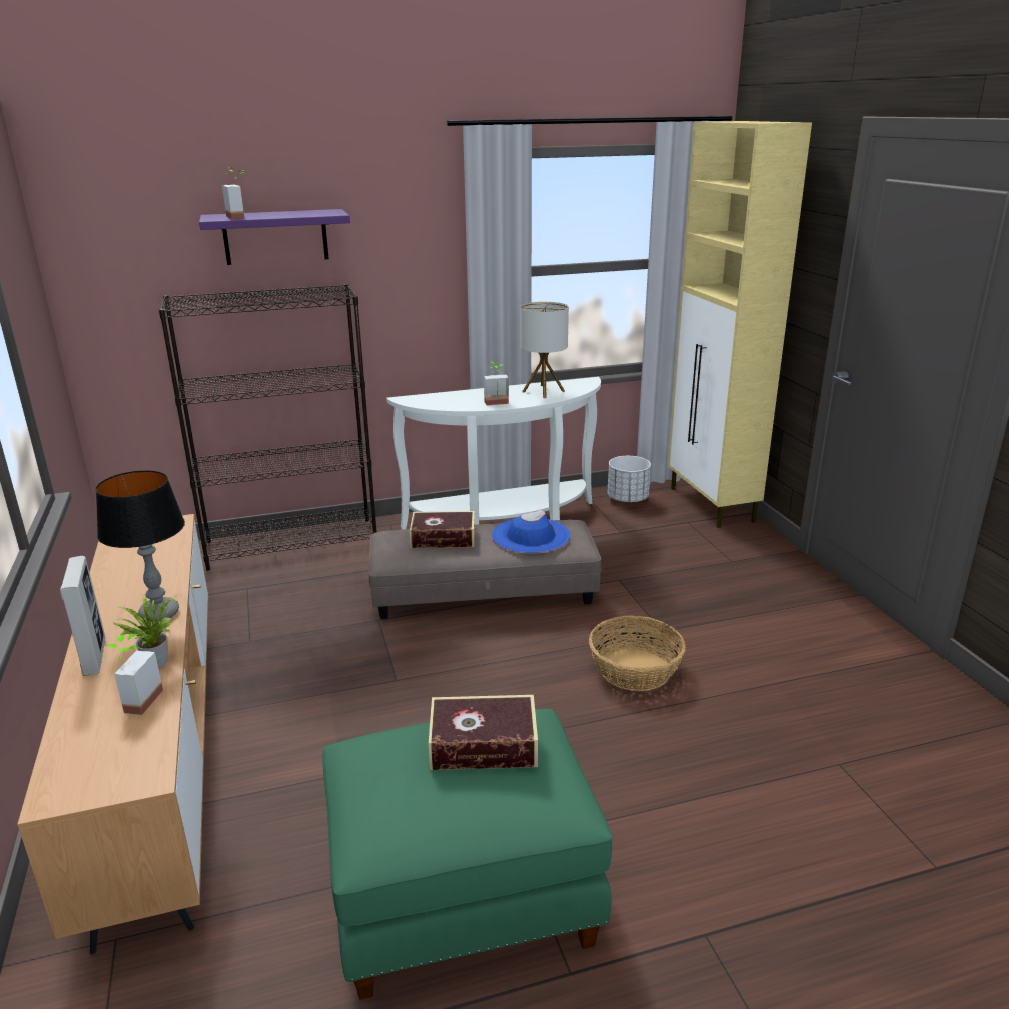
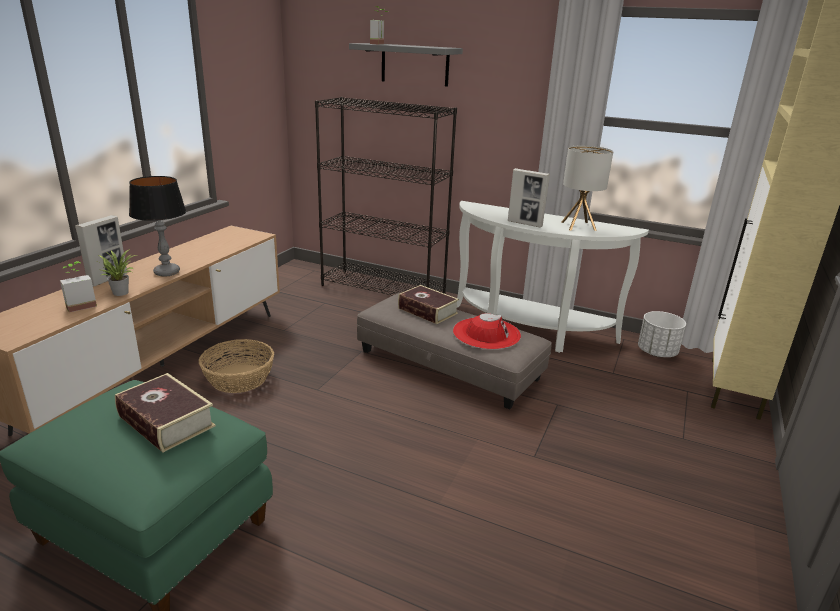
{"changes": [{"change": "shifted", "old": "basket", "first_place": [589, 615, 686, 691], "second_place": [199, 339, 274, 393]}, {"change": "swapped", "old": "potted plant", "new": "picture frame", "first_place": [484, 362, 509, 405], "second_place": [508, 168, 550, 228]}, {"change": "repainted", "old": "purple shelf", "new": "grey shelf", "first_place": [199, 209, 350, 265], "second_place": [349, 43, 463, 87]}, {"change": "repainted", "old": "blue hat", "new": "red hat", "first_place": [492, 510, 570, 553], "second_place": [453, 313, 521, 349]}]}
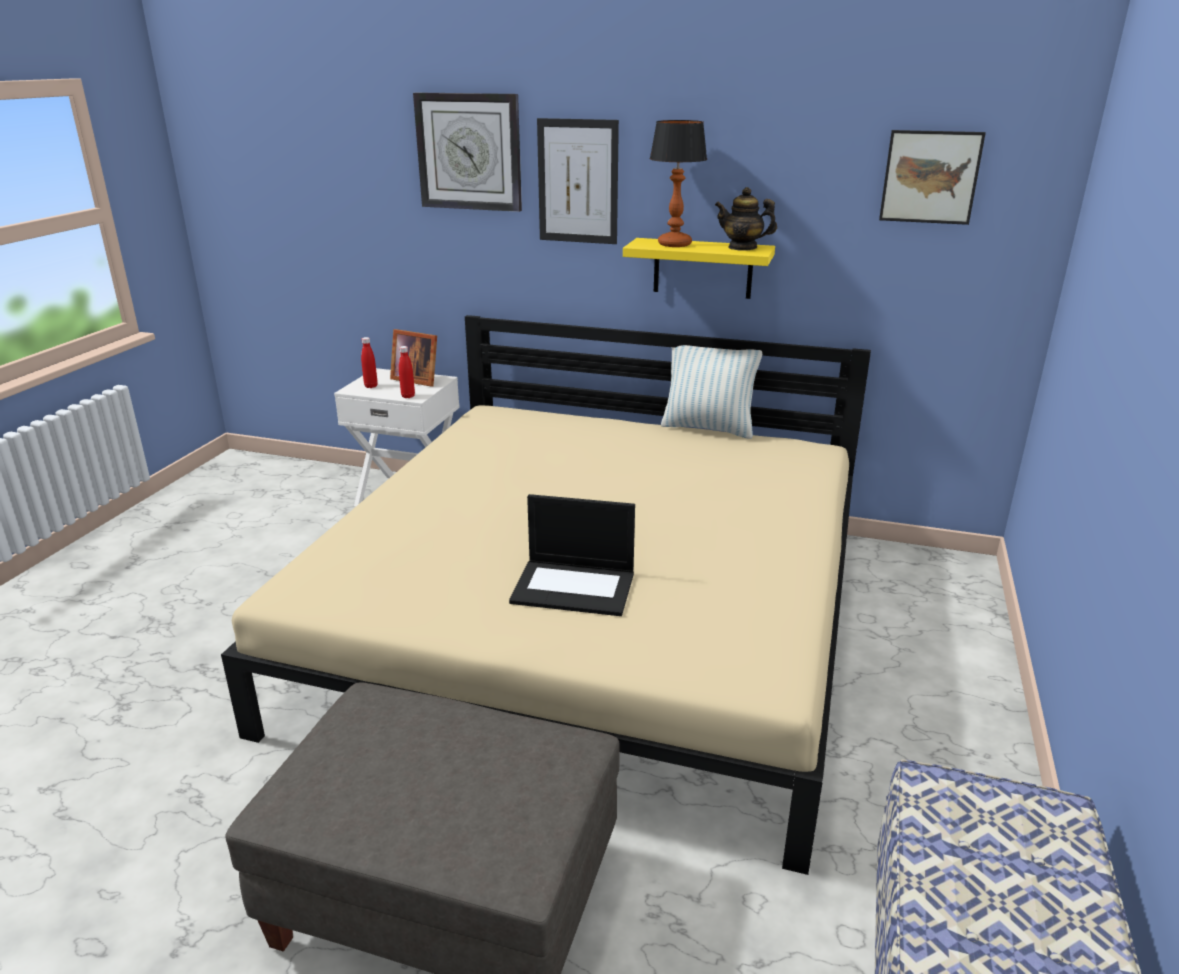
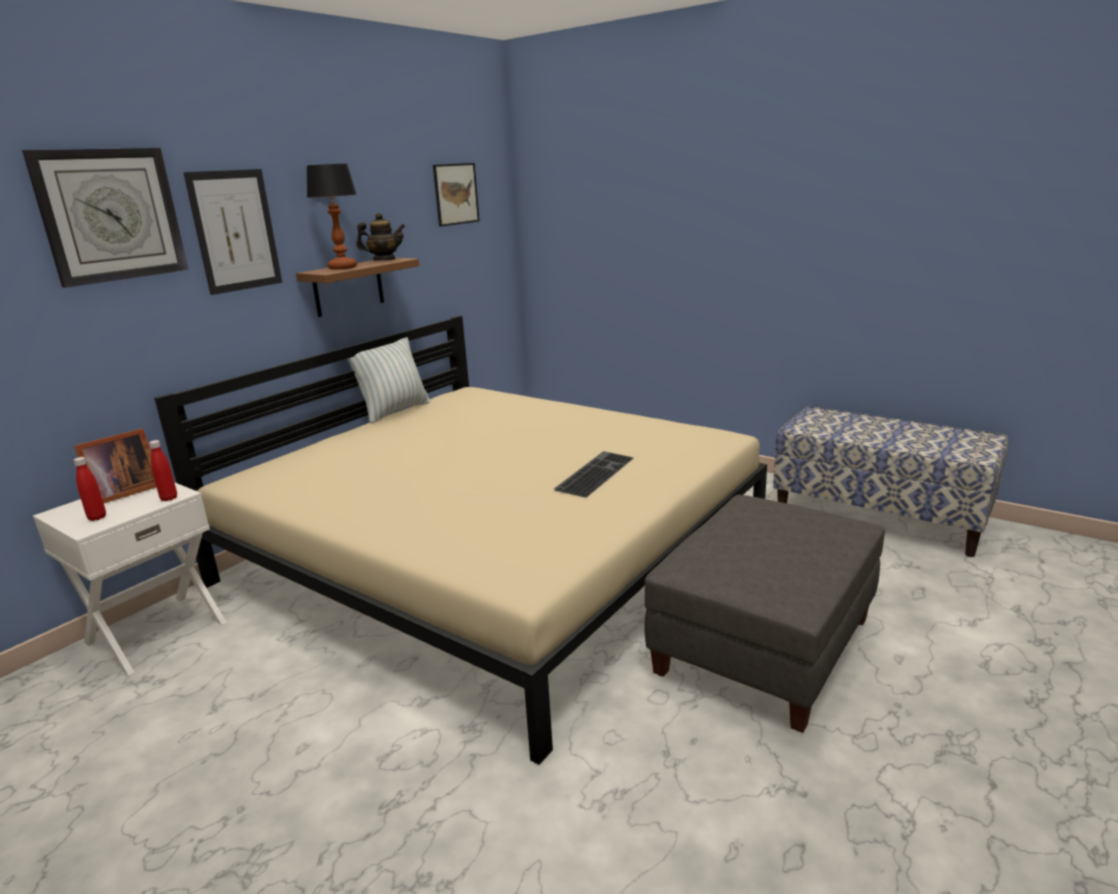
{"changes": [{"change": "swapped", "old": "laptop", "new": "keyboard", "first_place": [509, 494, 635, 616], "second_place": [554, 451, 634, 498]}, {"change": "repainted", "old": "yellow shelf", "new": "brown shelf", "first_place": [623, 238, 775, 299], "second_place": [296, 258, 419, 317]}, {"change": "rotated", "old": "teapot", "first_place": [715, 187, 777, 251], "second_place": [356, 213, 405, 261], "degrees": -135}]}
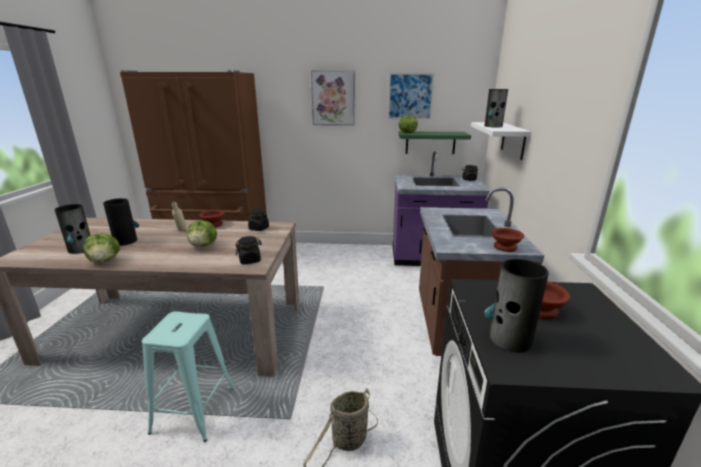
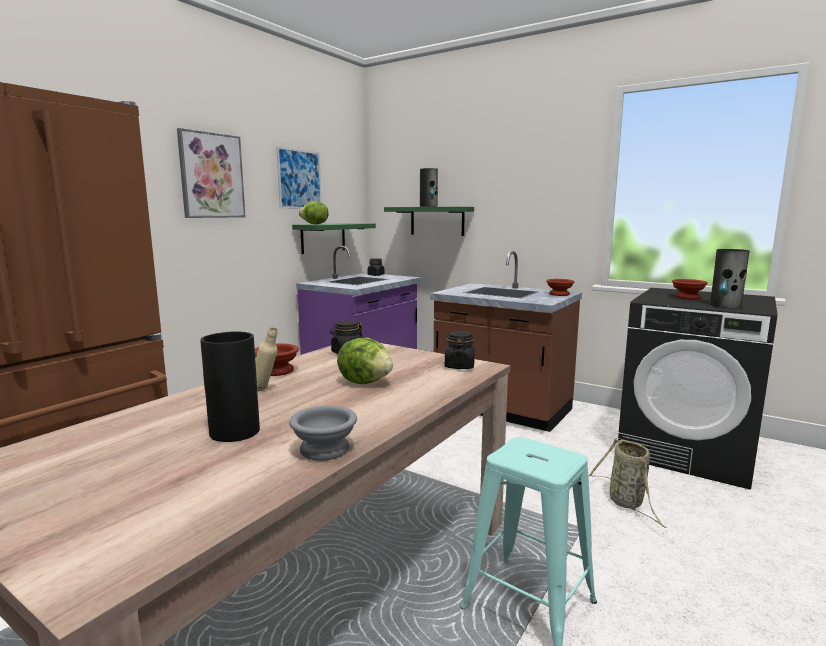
{"changes": [{"change": "gone", "old": "vase", "first_place": [55, 204, 90, 254]}, {"change": "swapped", "old": "lettuce", "new": "grey bowl", "first_place": [83, 234, 120, 263], "second_place": [289, 406, 357, 461]}, {"change": "repainted", "old": "white shelf", "new": "green shelf", "first_place": [471, 122, 531, 160], "second_place": [384, 207, 474, 236]}]}
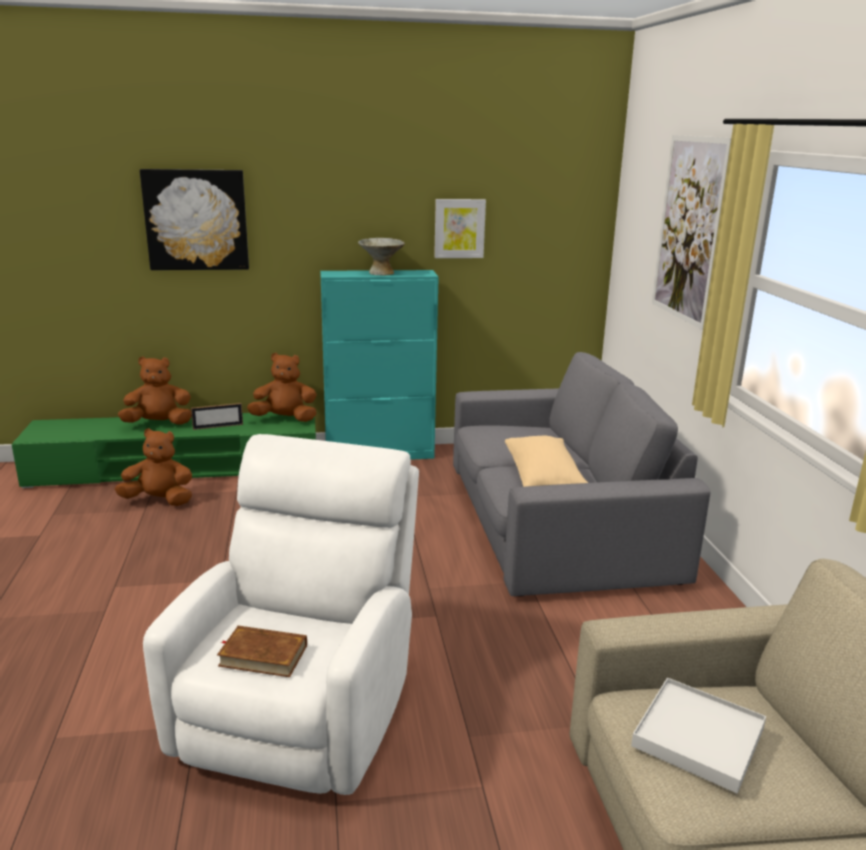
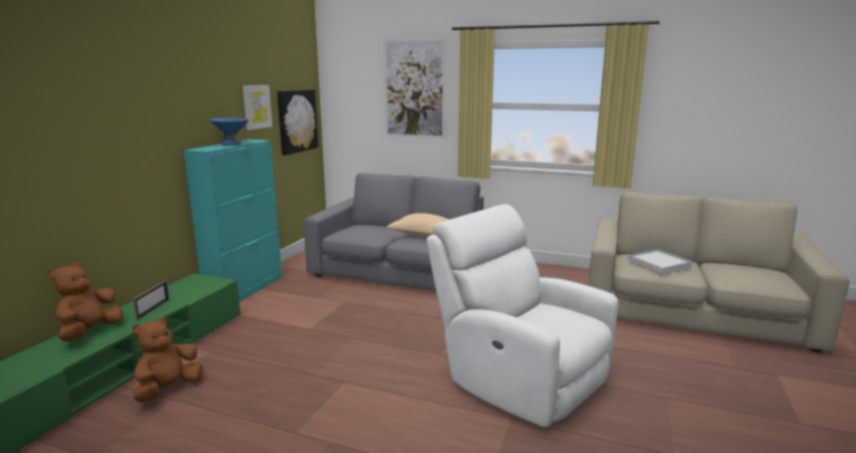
{"changes": [{"change": "gone", "old": "brown book", "first_place": [217, 626, 307, 677]}, {"change": "gone", "old": "brown plush toy", "first_place": [247, 353, 317, 422]}, {"change": "shifted", "old": "picture", "first_place": [140, 169, 249, 270], "second_place": [277, 89, 318, 155]}, {"change": "repainted", "old": "grey bowl", "new": "blue bowl", "first_place": [358, 238, 405, 275], "second_place": [209, 118, 249, 146]}]}
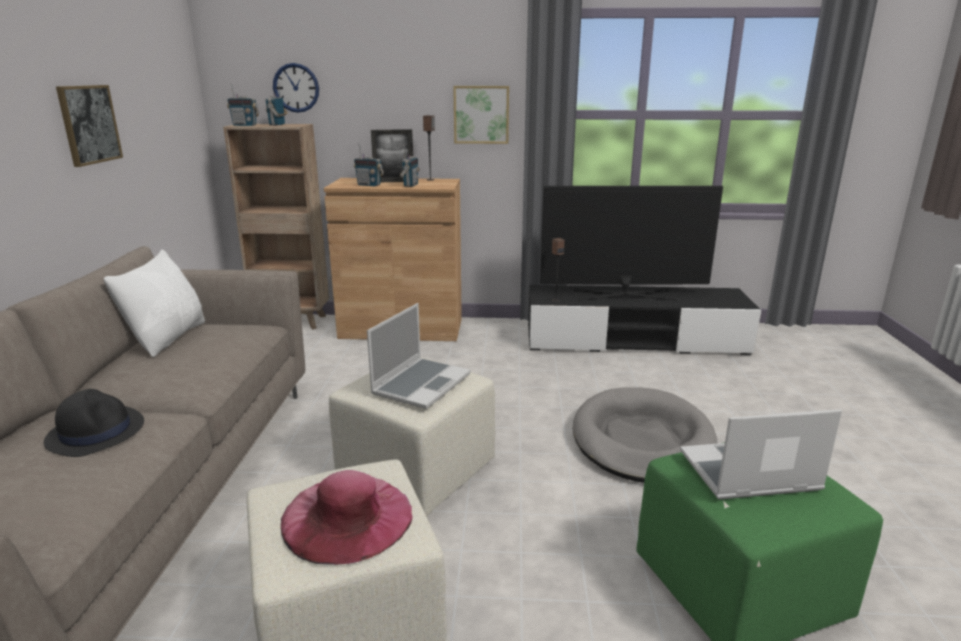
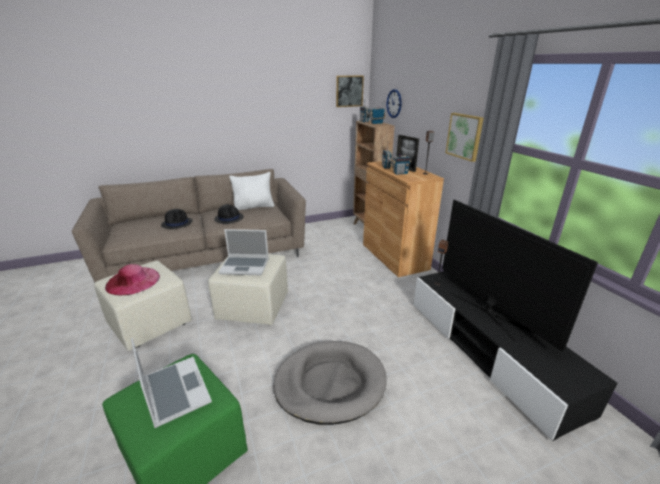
{"changes": [{"change": "new", "new": "black hat", "second_place": [214, 204, 244, 224]}, {"change": "shifted", "old": "picture", "first_place": [56, 85, 123, 167], "second_place": [336, 75, 364, 107]}]}
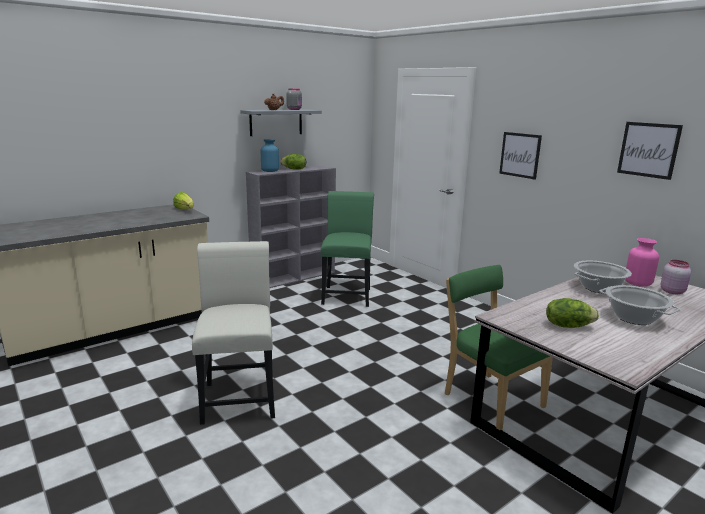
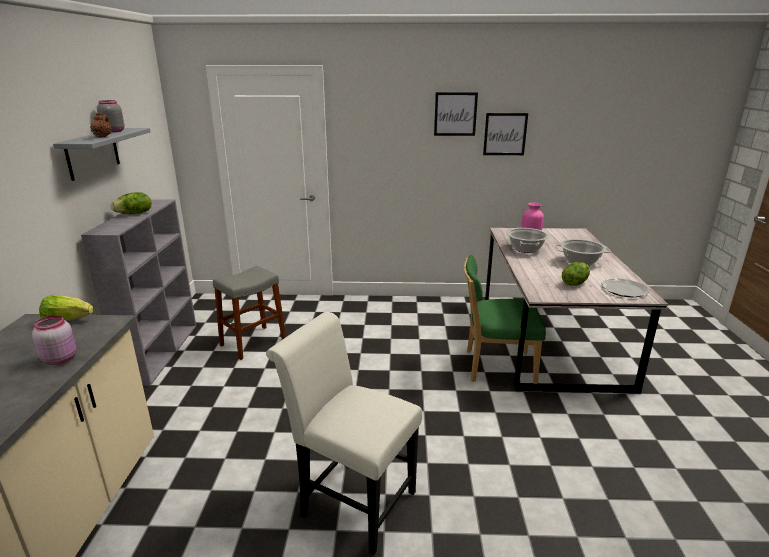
{"changes": [{"change": "gone", "old": "blue vase", "first_place": [261, 139, 279, 172]}, {"change": "new", "new": "plate", "second_place": [601, 278, 649, 297]}, {"change": "shifted", "old": "picture", "first_place": [499, 132, 542, 180], "second_place": [434, 92, 478, 136]}, {"change": "shifted", "old": "pink jar", "first_place": [661, 260, 691, 294], "second_place": [32, 315, 77, 365]}, {"change": "swapped", "old": "green chair", "new": "grey stool", "first_place": [321, 191, 374, 307], "second_place": [213, 266, 286, 360]}]}
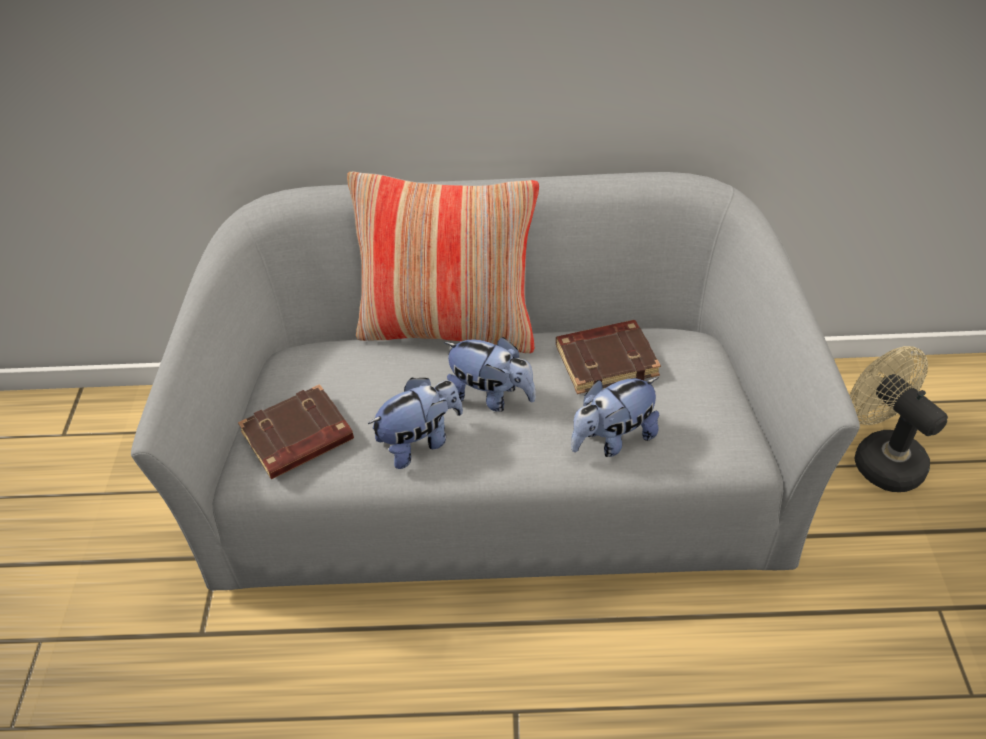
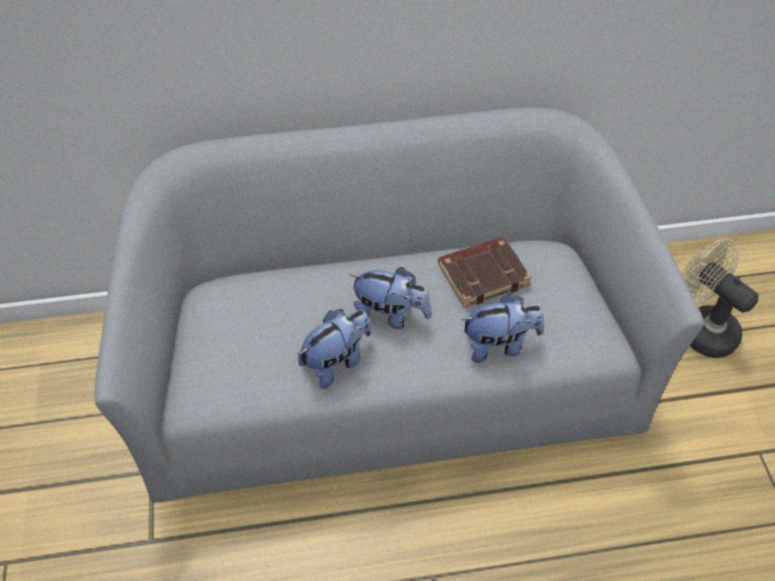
{"changes": [{"change": "gone", "old": "brown book", "first_place": [238, 384, 354, 479]}, {"change": "gone", "old": "pillow", "first_place": [347, 172, 539, 353]}, {"change": "rotated", "old": "plush toy", "first_place": [571, 377, 659, 457], "second_place": [461, 294, 544, 363], "degrees": -150}]}
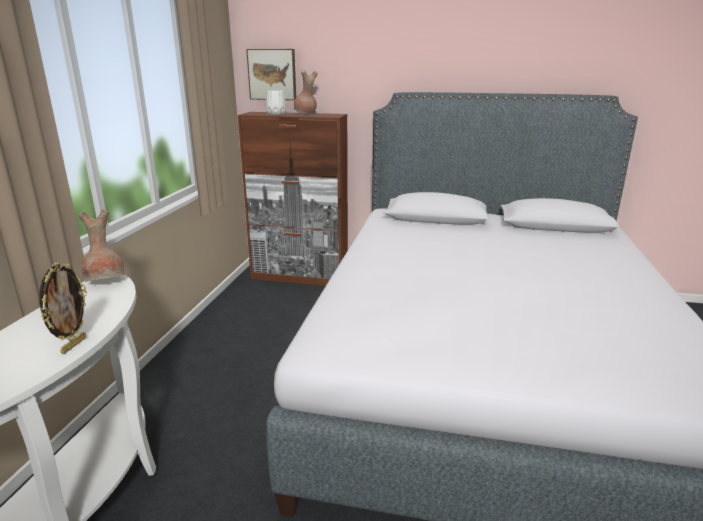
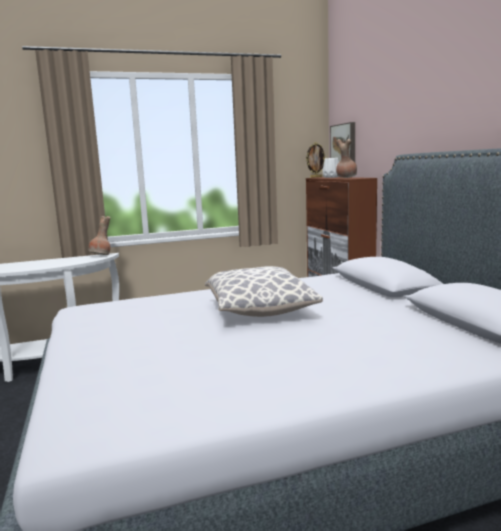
{"changes": [{"change": "new", "new": "pillow", "second_place": [205, 266, 323, 317]}, {"change": "shifted", "old": "picture frame", "first_place": [39, 262, 87, 354], "second_place": [306, 142, 326, 178]}]}
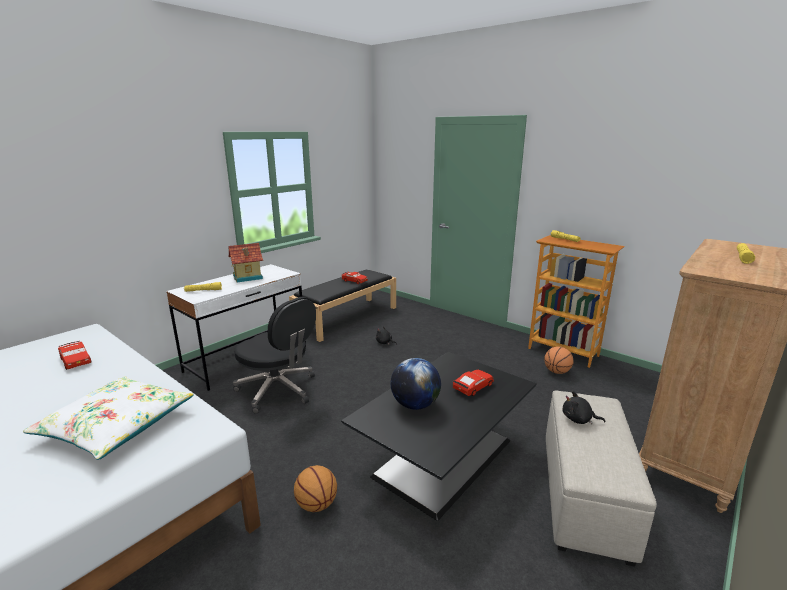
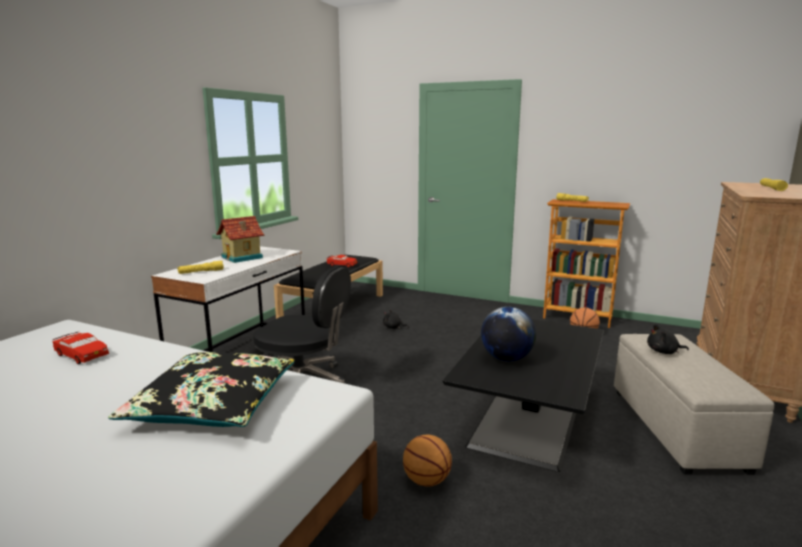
{"changes": [{"change": "gone", "old": "red toy car", "first_place": [453, 370, 494, 396]}, {"change": "repainted", "old": "white pillow", "new": "black pillow", "first_place": [23, 376, 194, 460], "second_place": [108, 352, 295, 427]}]}
